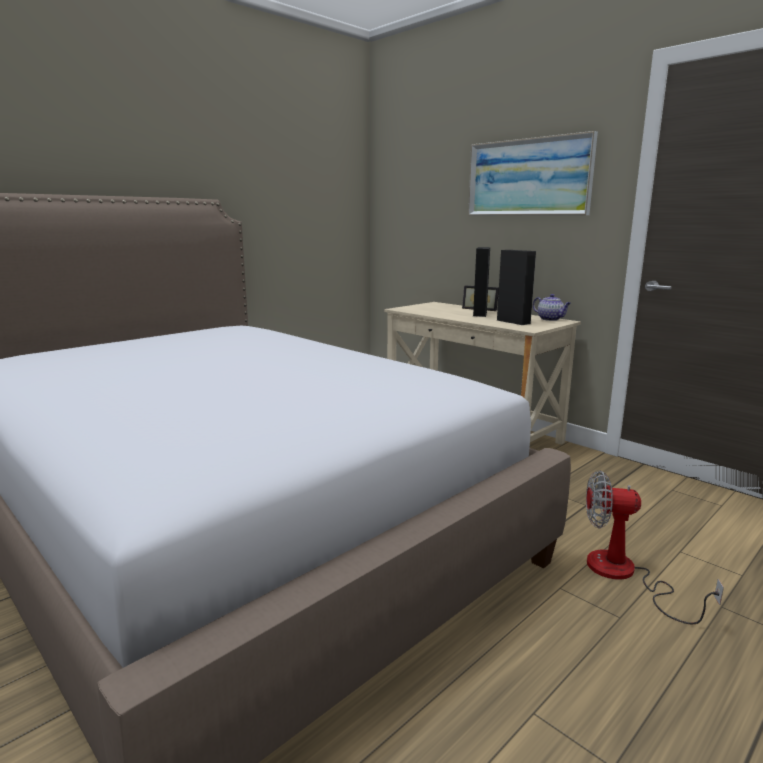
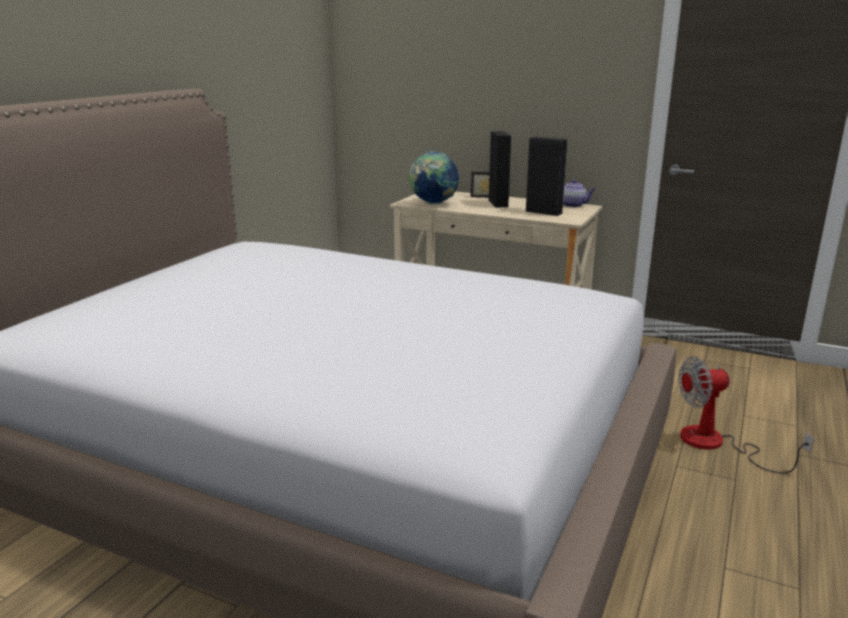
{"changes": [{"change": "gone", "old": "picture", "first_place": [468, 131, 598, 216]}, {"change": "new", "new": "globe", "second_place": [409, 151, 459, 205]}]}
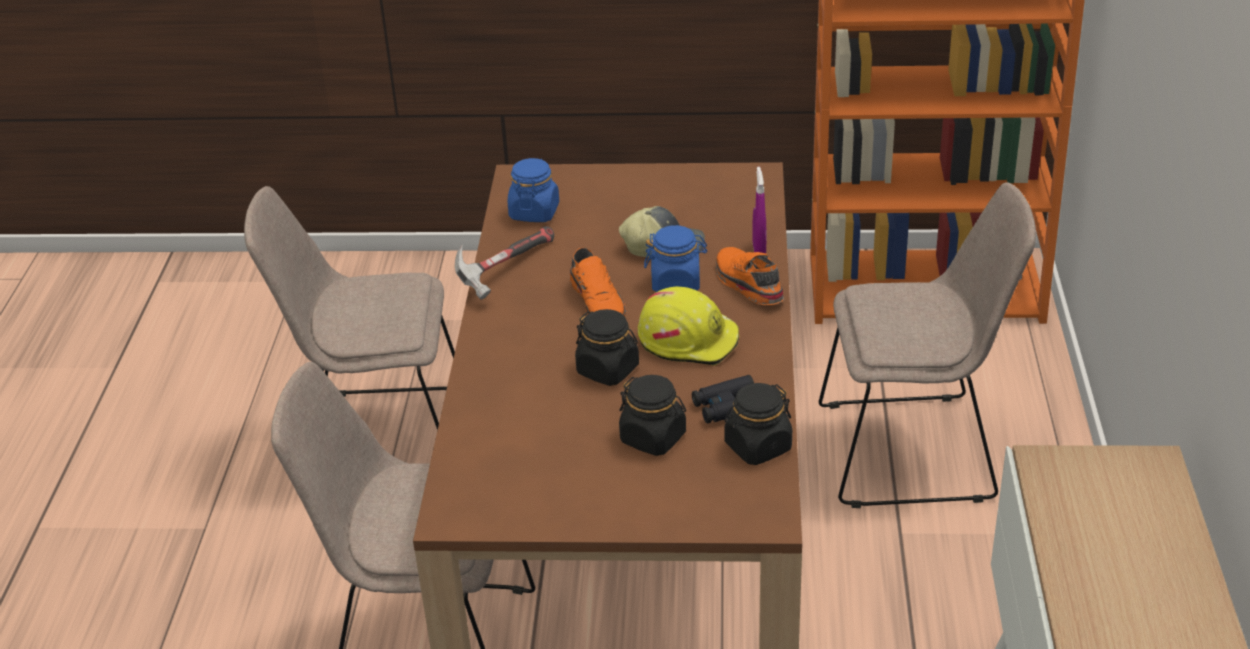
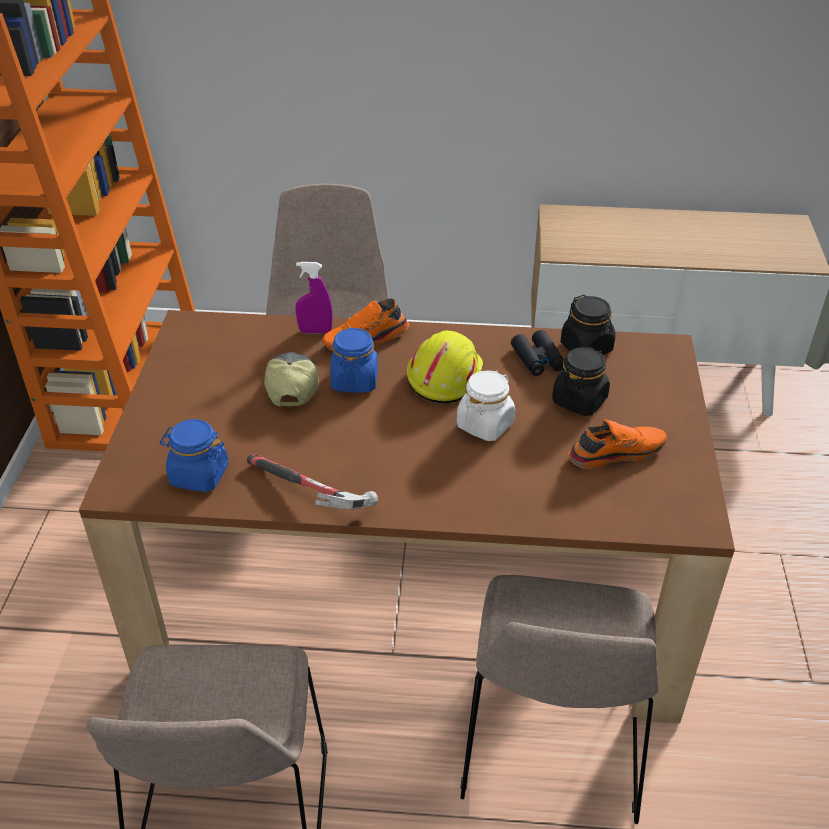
{"changes": [{"change": "shifted", "old": "orange shoe", "first_place": [570, 248, 626, 316], "second_place": [568, 419, 667, 469]}, {"change": "repainted", "old": "black jar", "new": "white jar", "first_place": [575, 309, 639, 386], "second_place": [457, 370, 515, 441]}]}
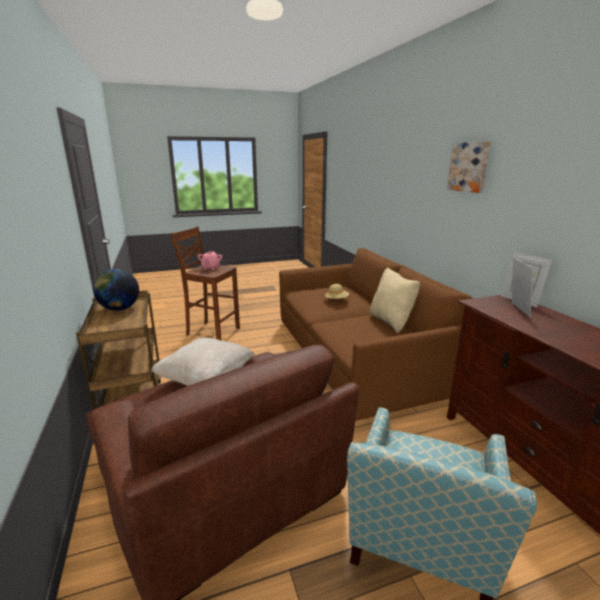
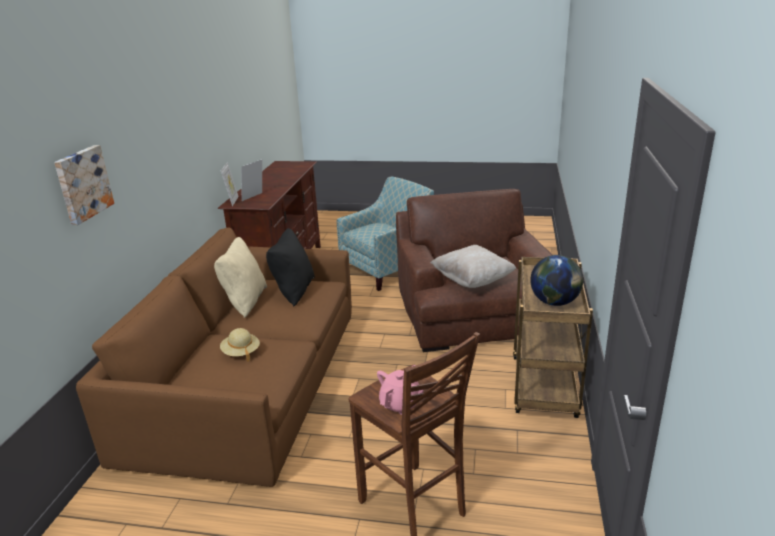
{"changes": [{"change": "new", "new": "black pillow", "second_place": [266, 228, 315, 307]}, {"change": "shifted", "old": "picture", "first_place": [447, 141, 491, 193], "second_place": [54, 145, 114, 225]}]}
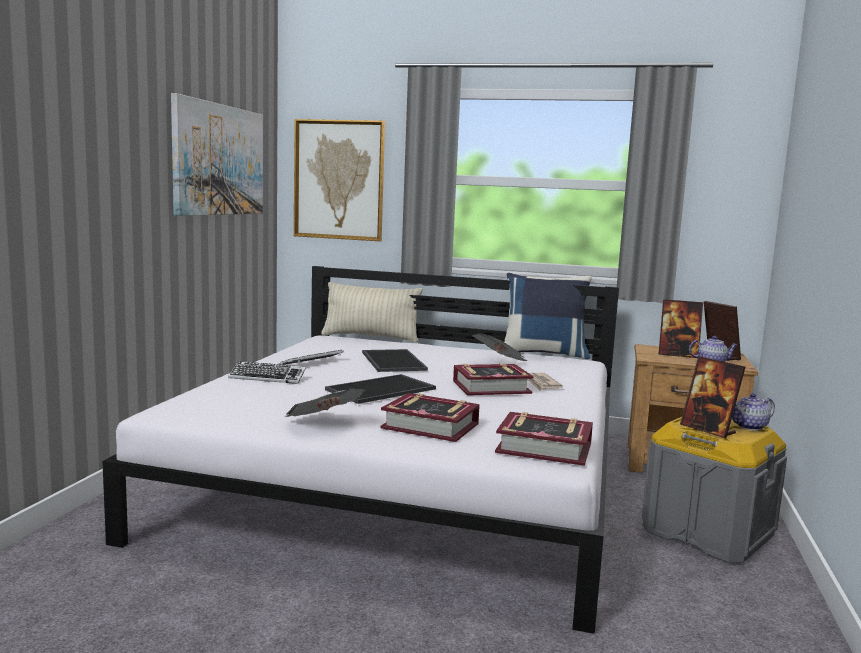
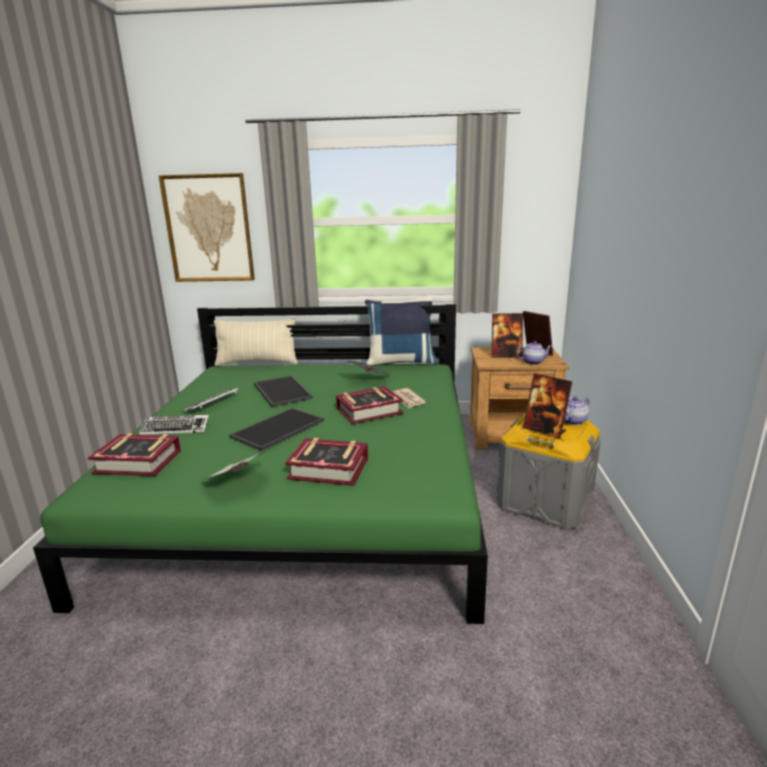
{"changes": [{"change": "gone", "old": "picture", "first_place": [171, 93, 263, 216]}, {"change": "shifted", "old": "book", "first_place": [495, 412, 593, 466], "second_place": [88, 433, 181, 476]}, {"change": "repainted", "old": "white bed", "new": "green bed", "first_place": [102, 266, 619, 634], "second_place": [33, 304, 488, 624]}]}
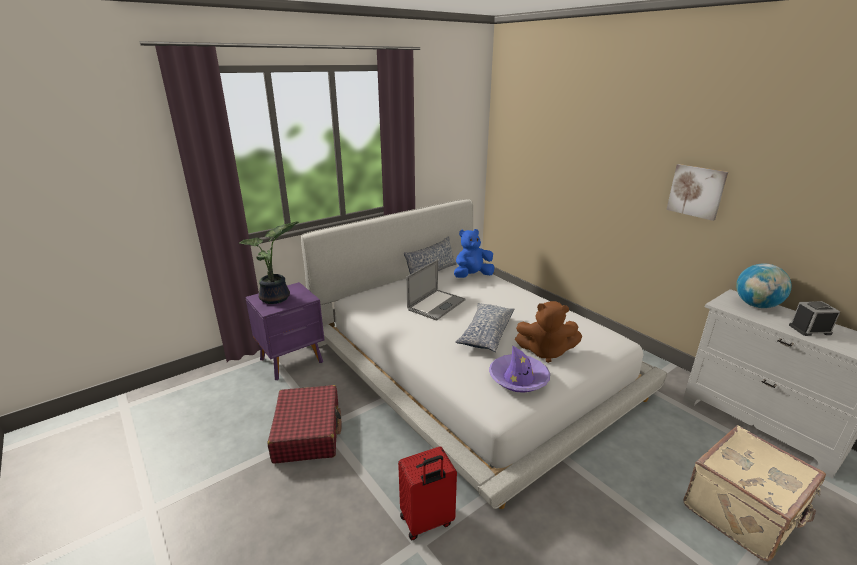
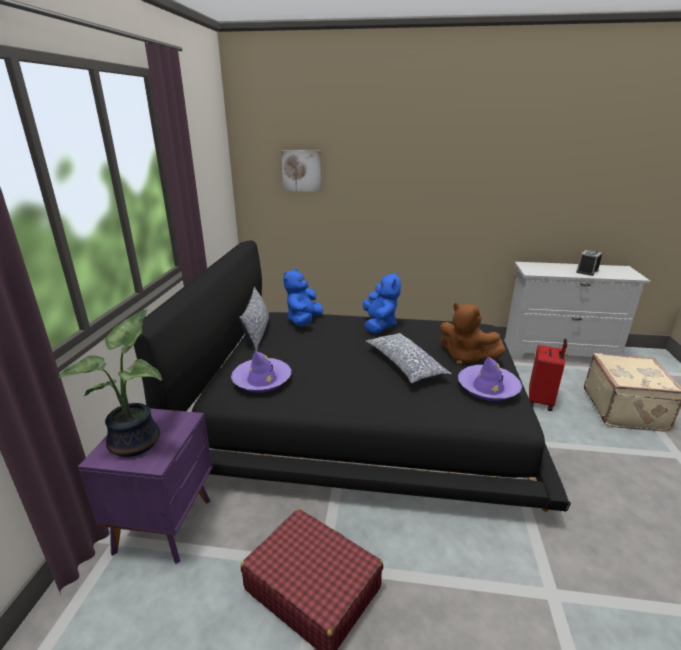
{"changes": [{"change": "gone", "old": "laptop", "first_place": [406, 260, 465, 320]}, {"change": "gone", "old": "globe", "first_place": [736, 264, 792, 308]}, {"change": "new", "new": "purple hat", "second_place": [231, 351, 291, 393]}, {"change": "new", "new": "blue plush toy", "second_place": [363, 272, 401, 334]}, {"change": "shifted", "old": "red suitcase", "first_place": [398, 447, 457, 540], "second_place": [529, 339, 567, 411]}, {"change": "shifted", "old": "picture", "first_place": [666, 164, 728, 221], "second_place": [281, 150, 321, 192]}, {"change": "repainted", "old": "white bed", "new": "black bed", "first_place": [301, 199, 667, 509], "second_place": [134, 240, 571, 512]}, {"change": "rotated", "old": "brown plush toy", "first_place": [515, 301, 582, 363], "second_place": [440, 303, 506, 365], "degrees": 75}]}
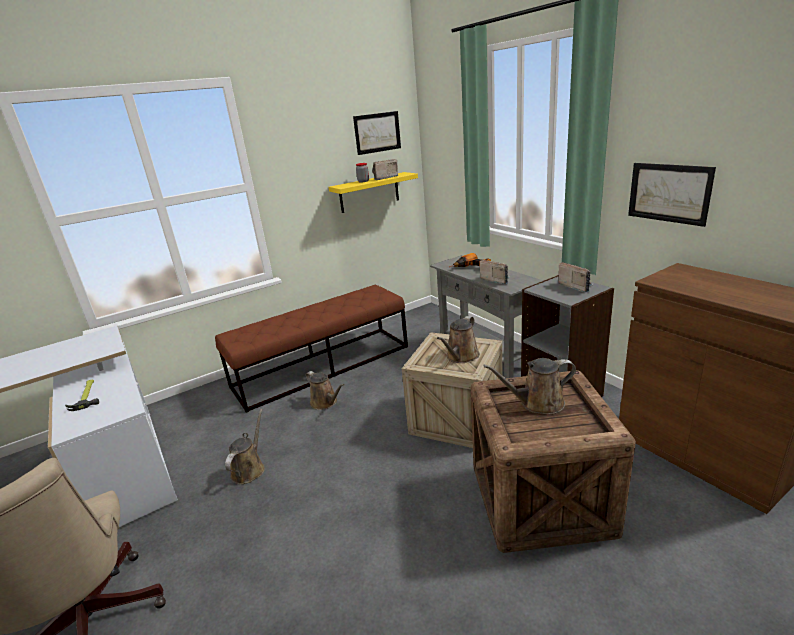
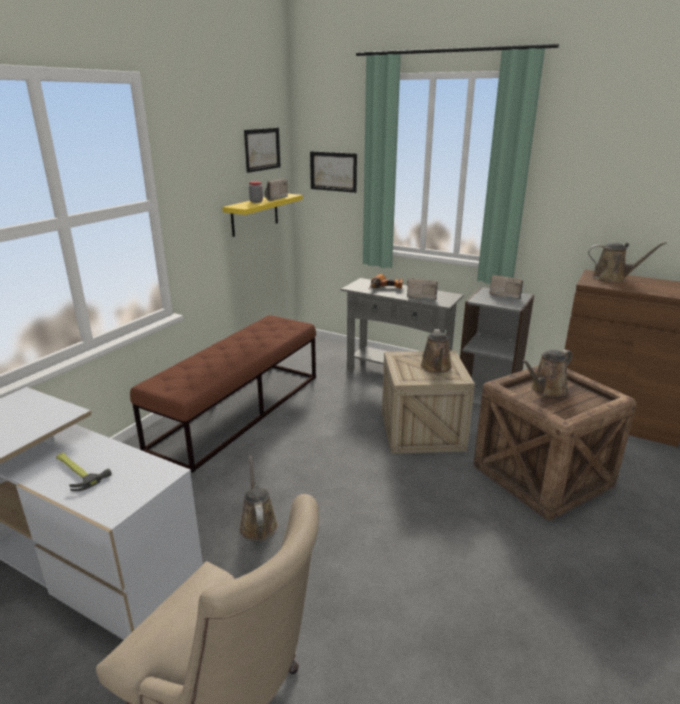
{"changes": [{"change": "shifted", "old": "brown watering can", "first_place": [306, 371, 344, 410], "second_place": [588, 242, 667, 283]}, {"change": "shifted", "old": "picture", "first_place": [628, 163, 716, 227], "second_place": [310, 151, 357, 193]}]}
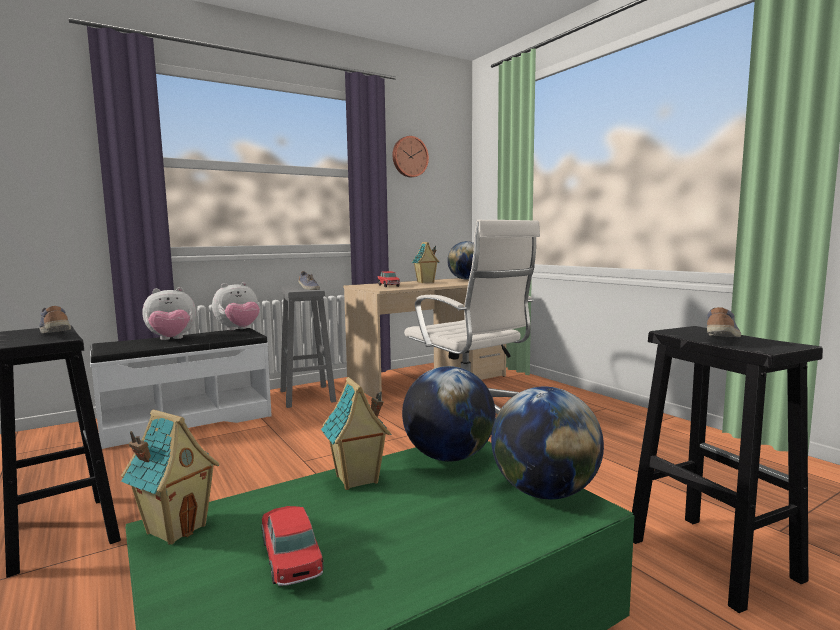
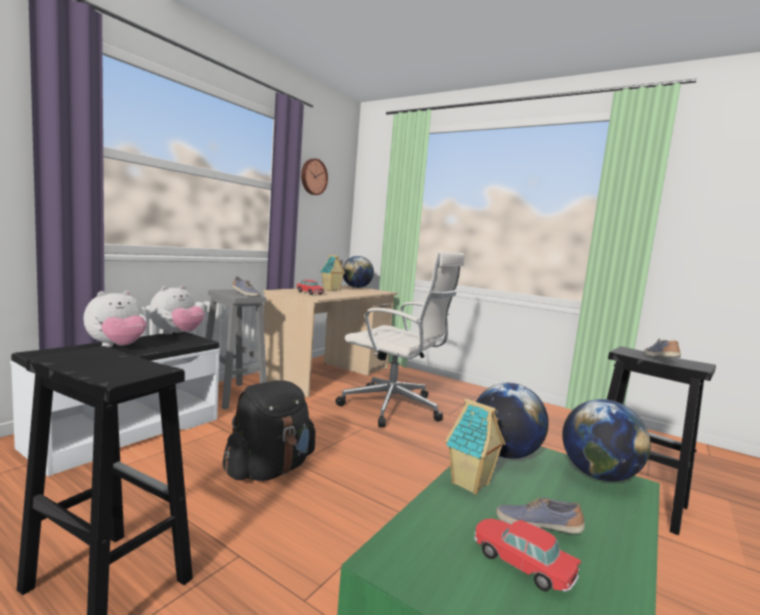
{"changes": [{"change": "gone", "old": "toy house", "first_place": [121, 410, 219, 545]}, {"change": "new", "new": "black backpack", "second_place": [222, 380, 315, 481]}, {"change": "shifted", "old": "shoe", "first_place": [39, 306, 71, 333], "second_place": [496, 497, 585, 534]}]}
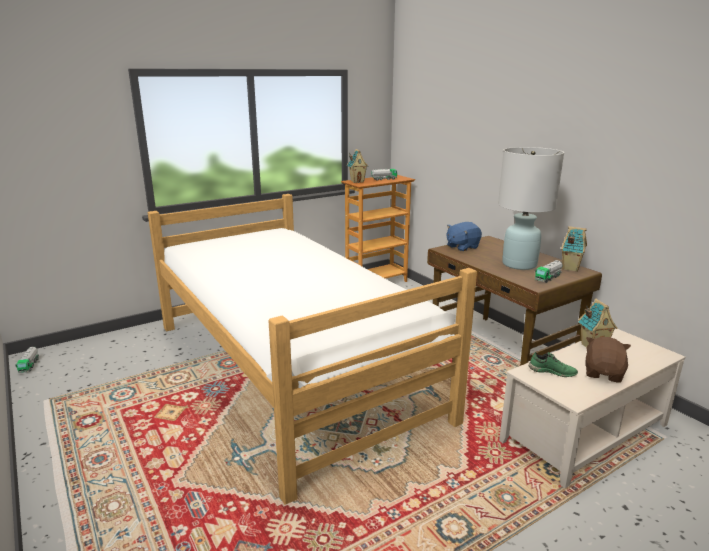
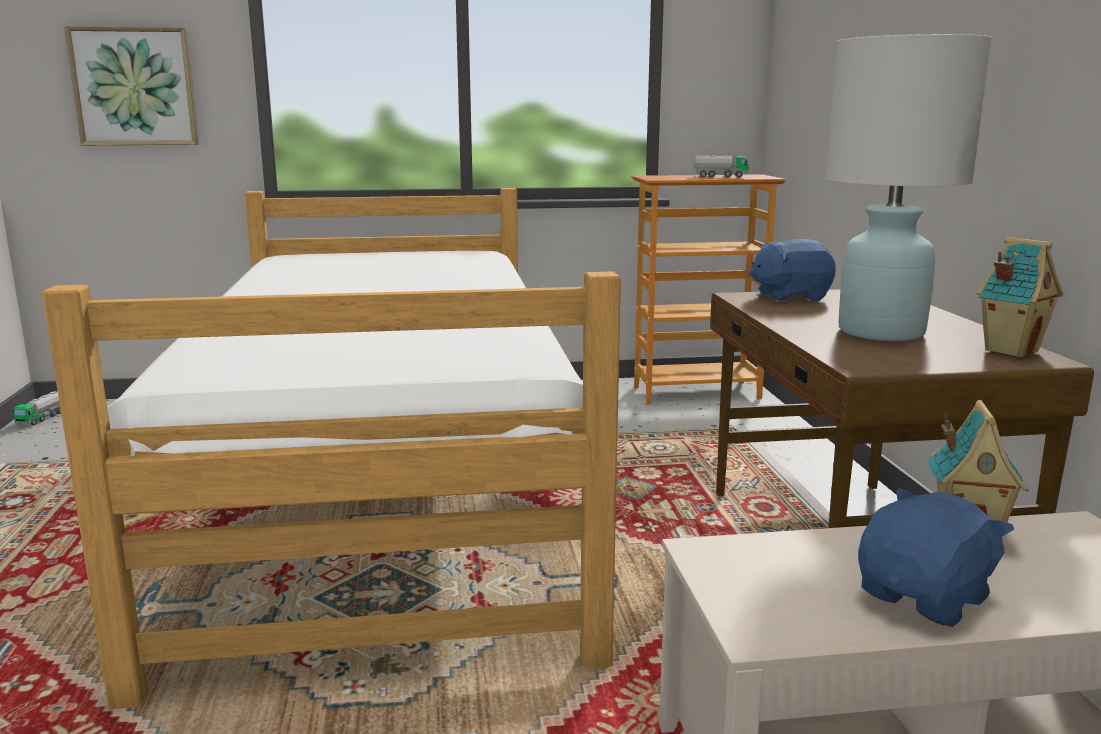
{"changes": [{"change": "gone", "old": "toy house", "first_place": [347, 149, 368, 183]}, {"change": "gone", "old": "green shoe", "first_place": [529, 352, 578, 377]}, {"change": "gone", "old": "toy truck", "first_place": [535, 260, 563, 283]}, {"change": "new", "new": "picture", "second_place": [64, 26, 199, 145]}, {"change": "repainted", "old": "brown plush toy", "new": "blue plush toy", "first_place": [585, 337, 631, 382], "second_place": [858, 488, 1014, 627]}]}
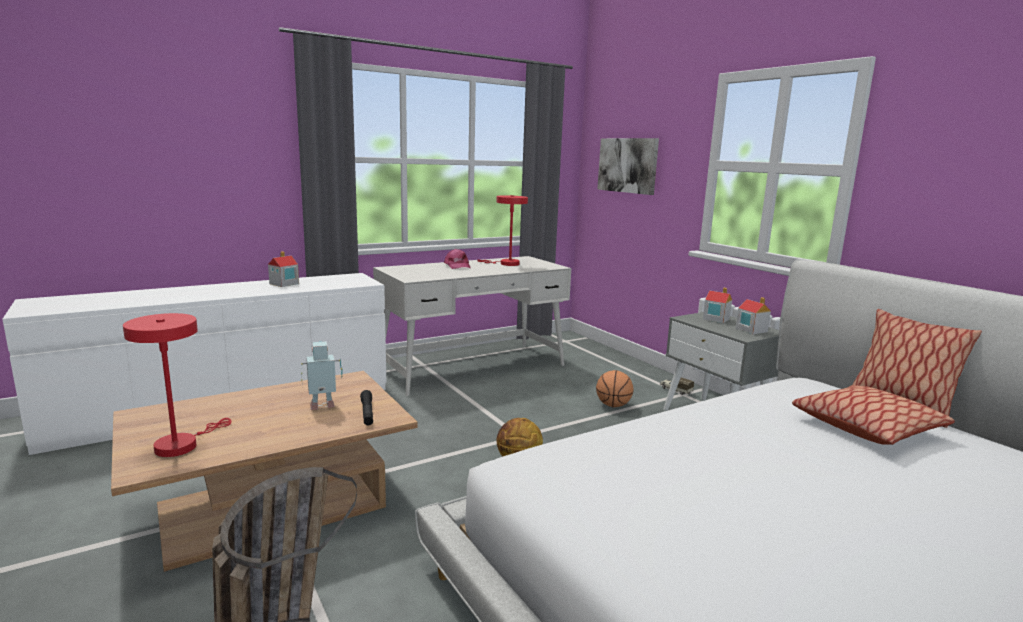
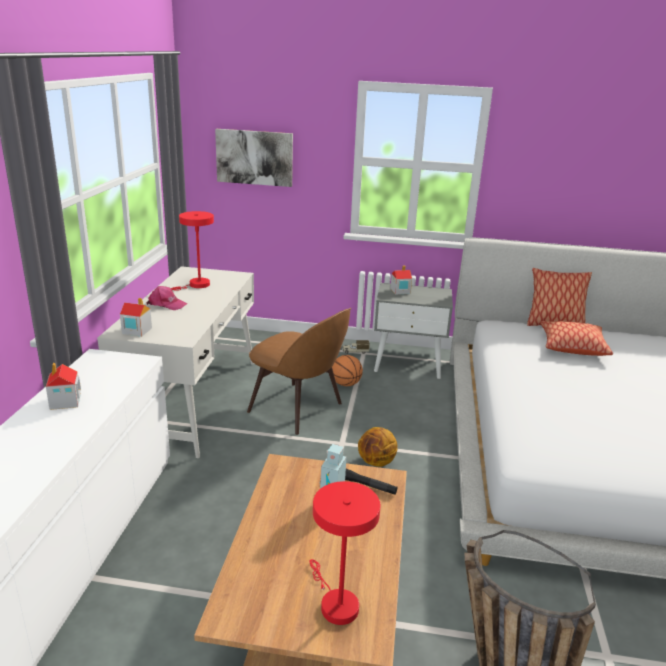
{"changes": [{"change": "new", "new": "brown chair", "second_place": [247, 308, 351, 435]}, {"change": "shifted", "old": "toy house", "first_place": [735, 297, 771, 334], "second_place": [120, 298, 152, 337]}]}
